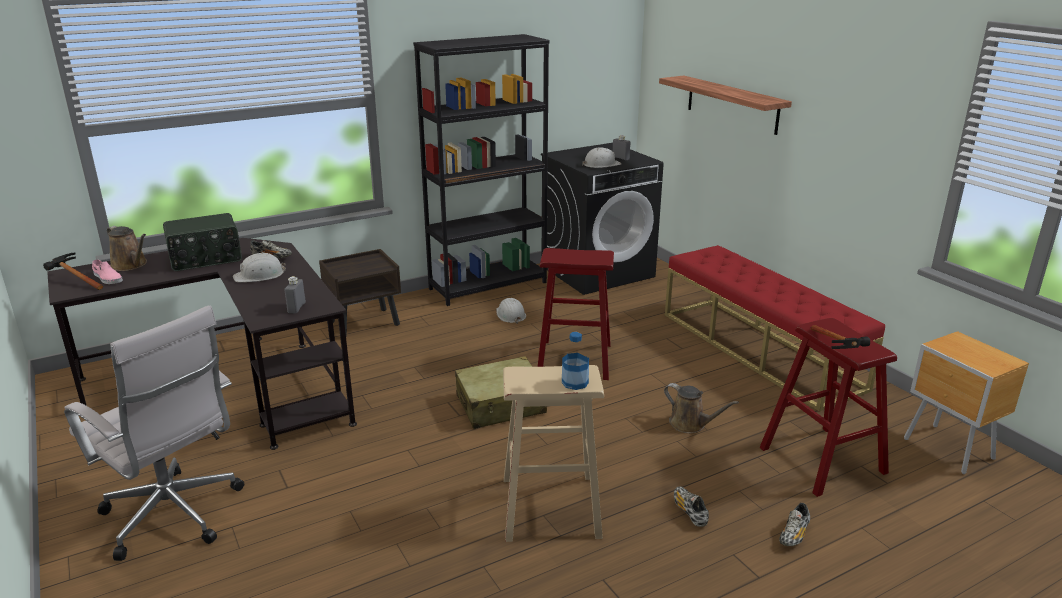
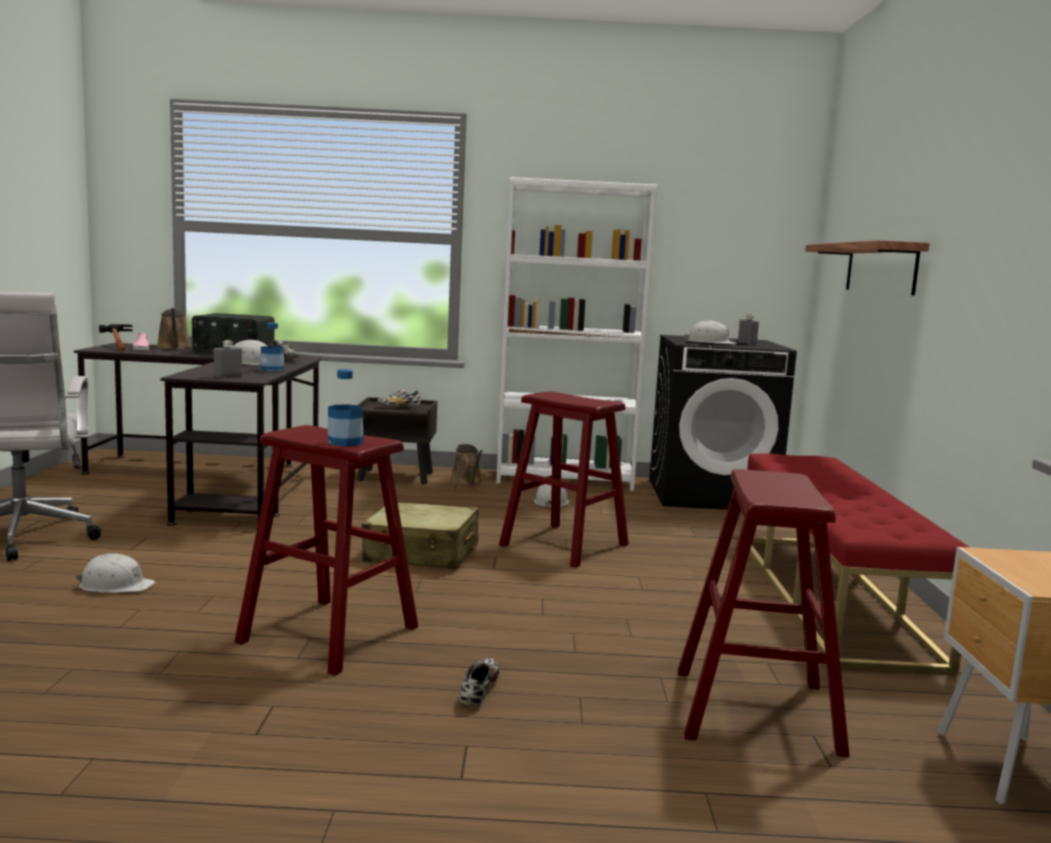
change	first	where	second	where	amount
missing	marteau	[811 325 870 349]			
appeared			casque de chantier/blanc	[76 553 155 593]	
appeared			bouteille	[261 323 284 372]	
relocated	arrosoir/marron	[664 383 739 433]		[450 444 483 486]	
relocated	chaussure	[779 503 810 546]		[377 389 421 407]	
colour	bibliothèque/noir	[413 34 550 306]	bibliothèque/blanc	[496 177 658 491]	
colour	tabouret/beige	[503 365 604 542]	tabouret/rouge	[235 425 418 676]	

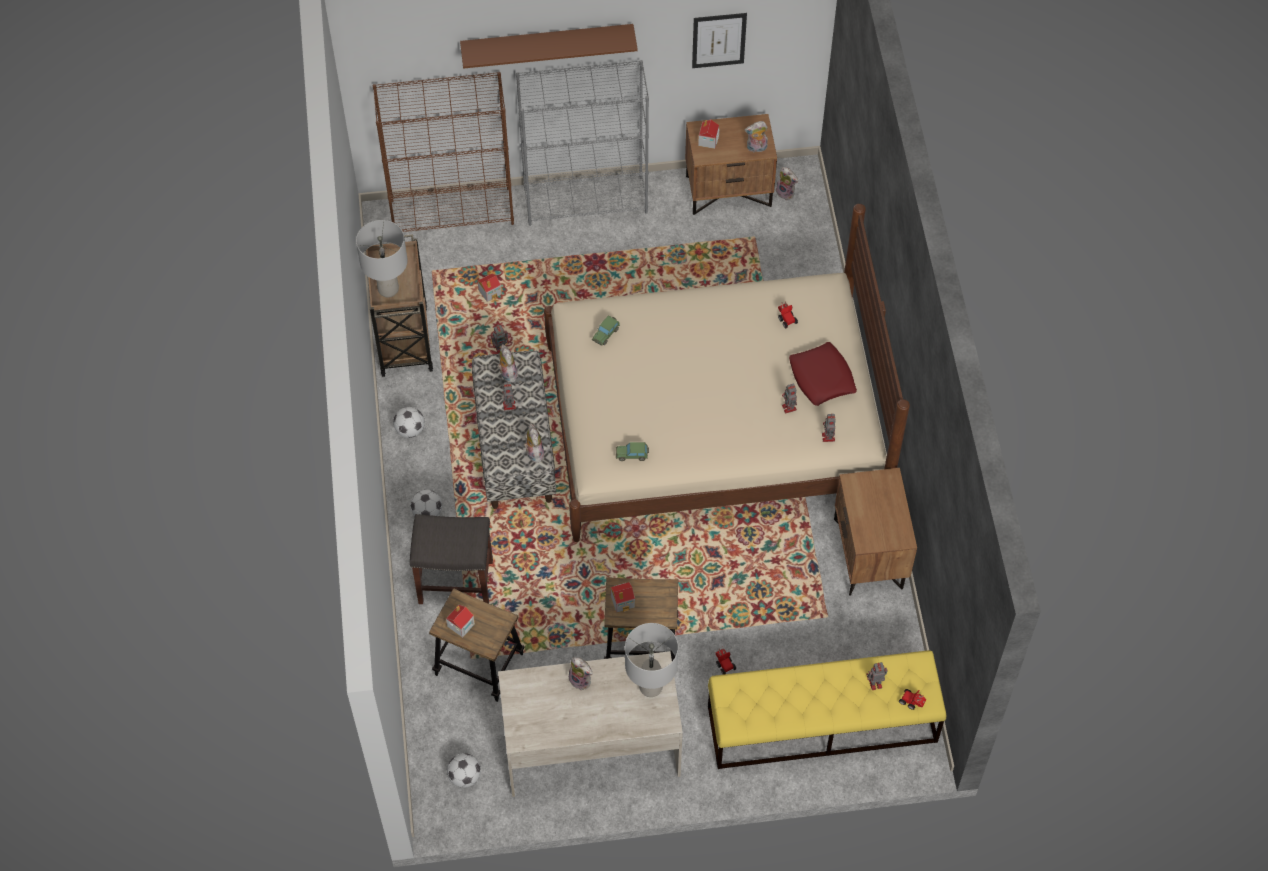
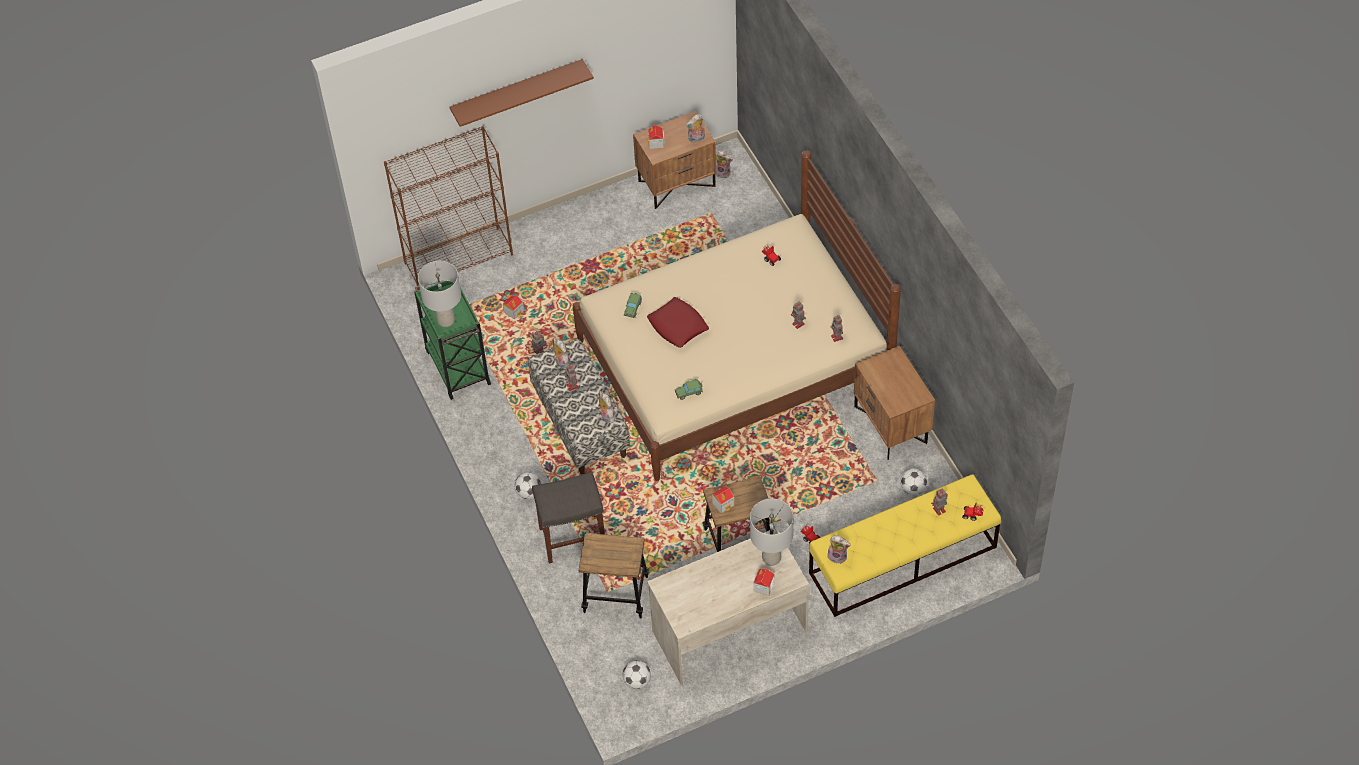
change	first	where	second	where	amount
missing	bibliothèque/gris	[516 60 649 226]			
missing	tableau	[692 13 747 68]			
relocated	ballon de foot	[393 407 425 438]		[900 468 928 495]	
relocated	maison miniature	[446 605 475 638]		[753 568 775 596]	
relocated	peluche	[569 657 593 690]		[827 535 851 564]	
relocated	coussin/rouge	[789 342 857 406]		[647 297 709 348]	
colour	chariot/marron	[366 234 433 377]	chariot/vert	[414 281 491 400]	

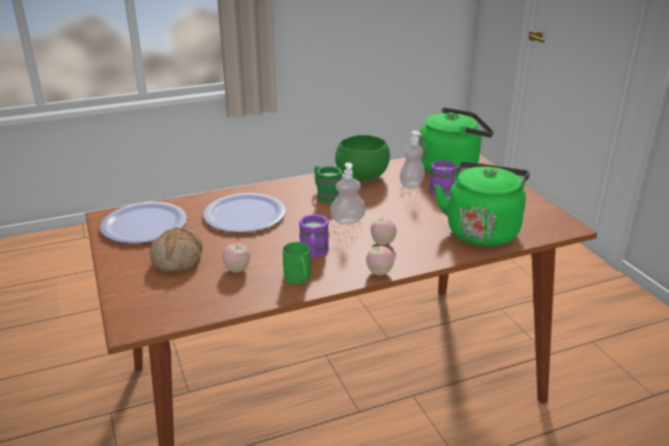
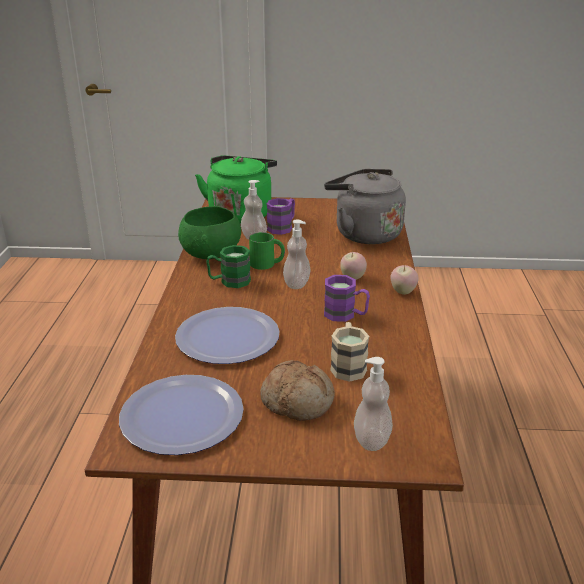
change	first	where	second	where	amount
appeared			distributeur de savon	[354 357 393 451]	
relocated	mug/vert	[283 242 311 284]		[249 232 285 270]	
exchanged	pomme	[222 243 250 272]	mug/beige	[330 322 369 382]	
colour	bouilloire/vert	[434 161 530 246]	bouilloire/gris	[324 169 406 244]	

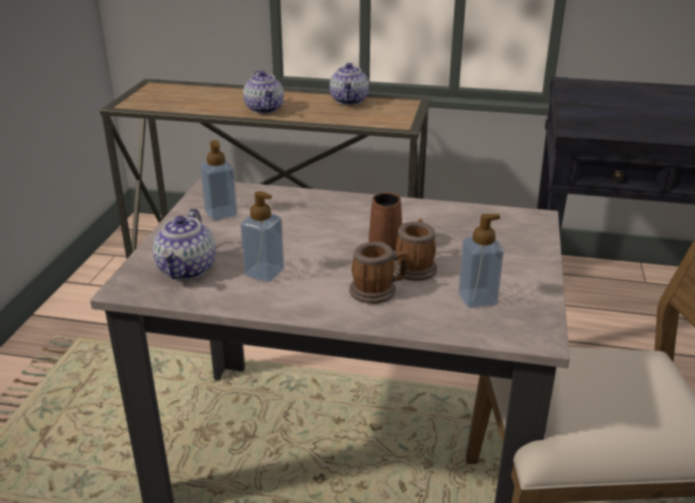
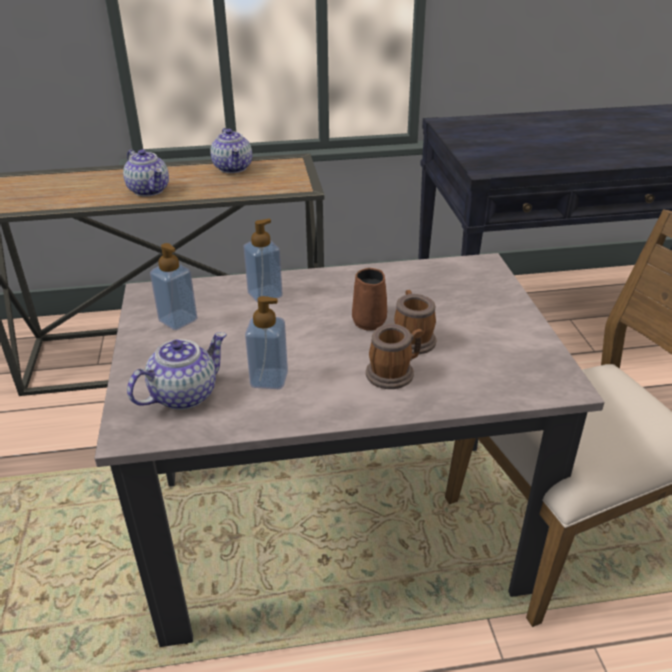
change	first	where	second	where	amount
relocated	distributeur de savon	[458 214 504 308]		[243 219 283 303]	
spun	théière	[153 208 216 279]		[127 332 227 410]	120 degrees counterclockwise

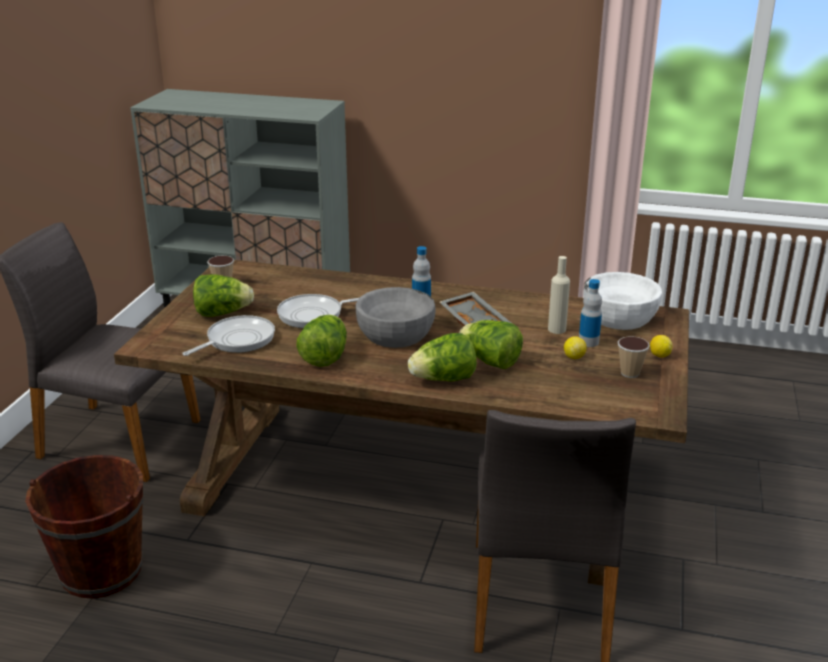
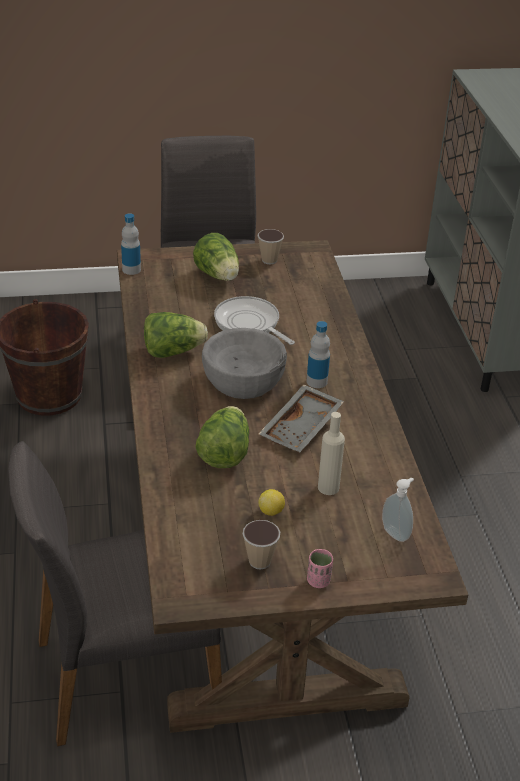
change	first	where	second	where	amount
missing	poêle	[183 315 275 356]			
missing	laitue	[408 333 477 382]			
relocated	bouteille	[579 279 602 347]		[121 213 141 275]	
exchanged	bol/blanc	[583 272 662 330]	distributeur de savon	[382 477 414 542]	
exchanged	citron	[650 335 672 358]	tasse/rose	[307 549 333 588]	

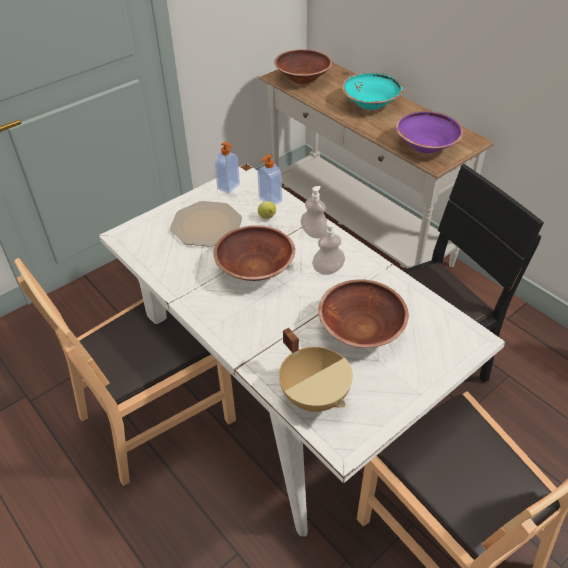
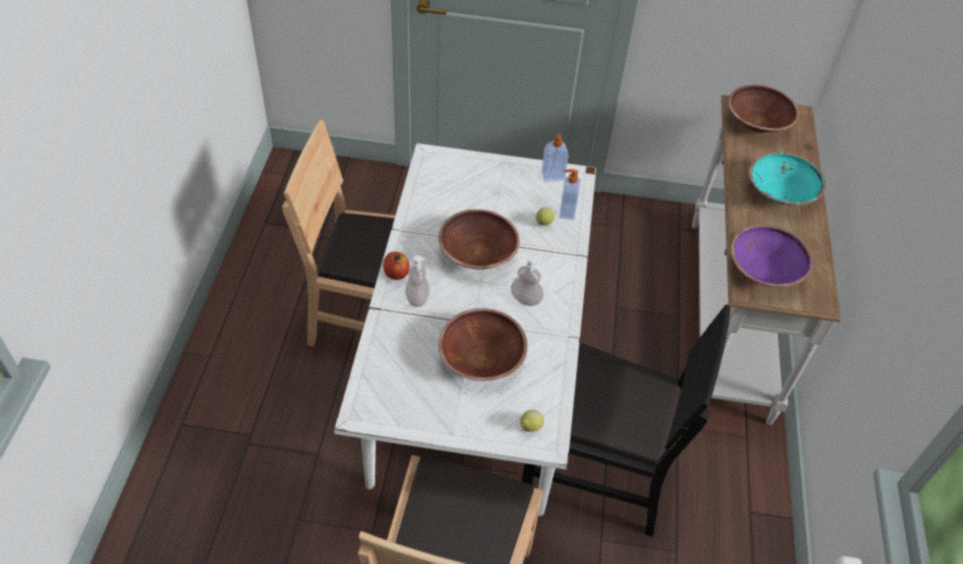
change	first	where	second	where	amount
missing	assiette	[170 201 242 247]			
missing	marmite/beige	[279 328 353 412]			
appeared			pomme	[383 251 410 280]	
appeared			citron	[520 410 544 432]	
relocated	distributeur de savon	[301 186 328 239]		[405 255 430 307]	

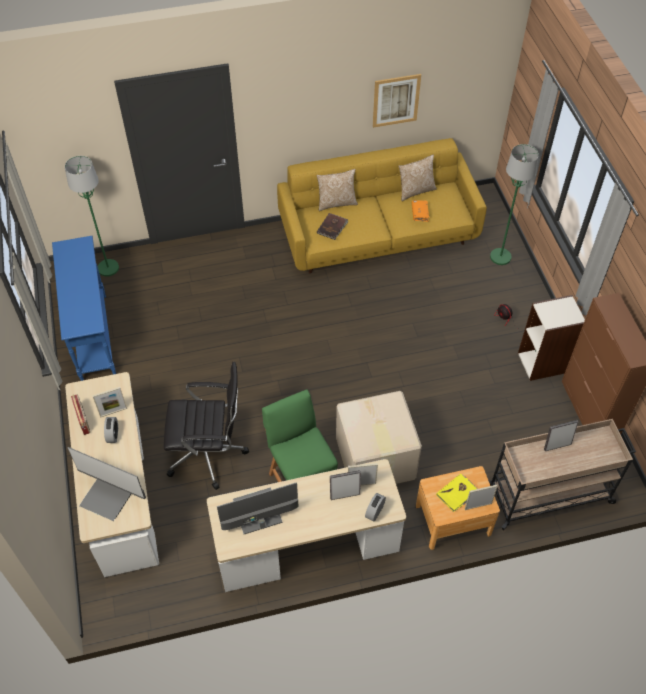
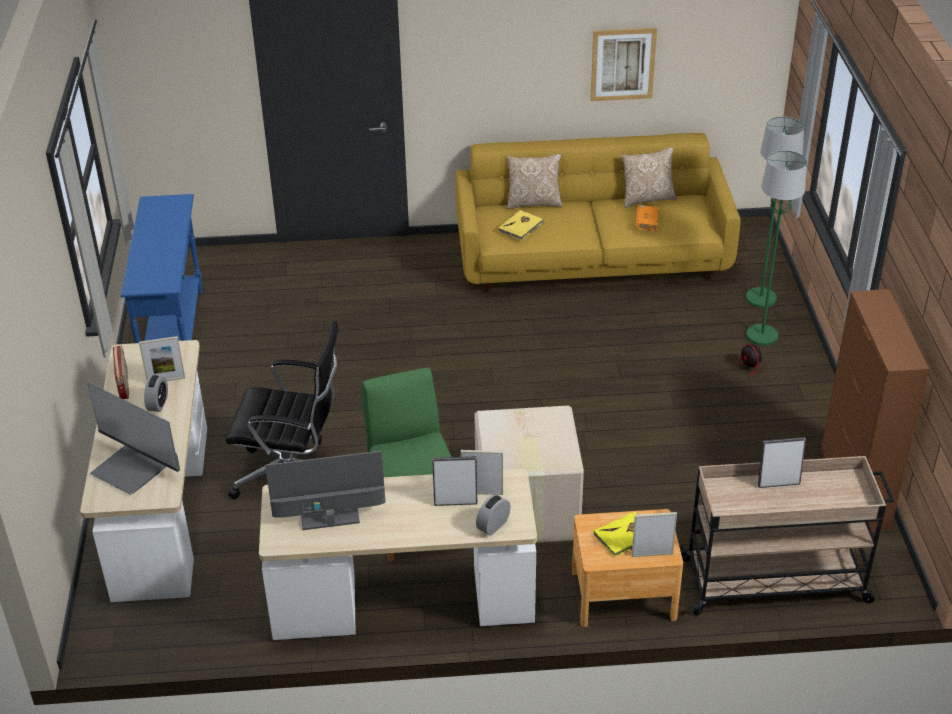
change	first	where	second	where	amount
missing	bibliothèque	[518 295 585 381]			
relocated	lampadaire/vert	[65 156 119 277]		[746 150 807 346]	
colour	livre/marron	[317 213 349 240]	livre/jaune	[498 210 545 241]	

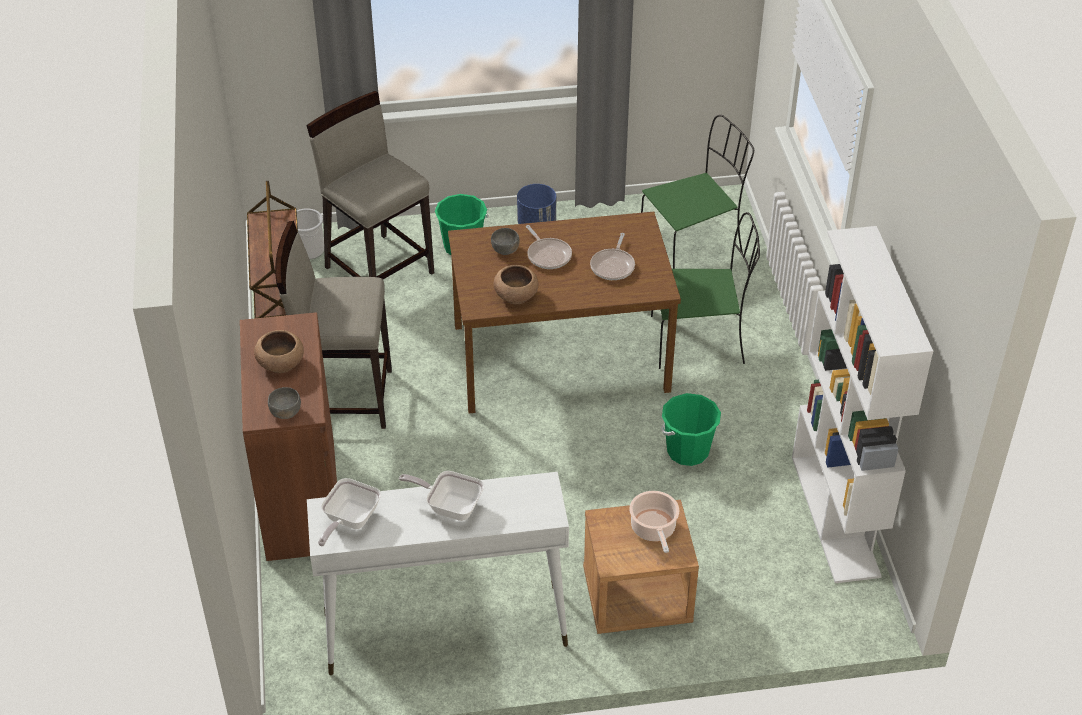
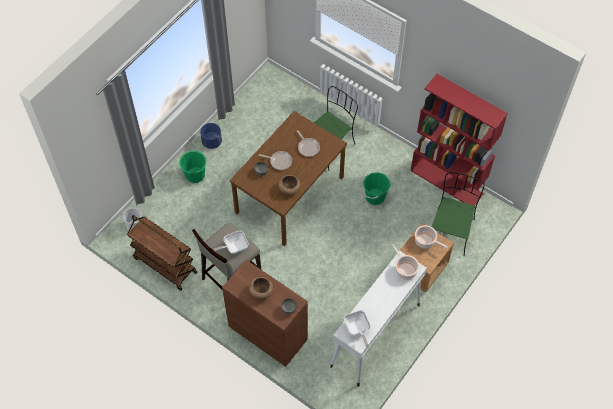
change	first	where	second	where	amount
missing	tabouret/beige	[306 91 434 279]			
appeared			marmite	[392 244 419 280]	
relocated	poêle	[399 471 485 521]		[214 230 249 254]	
relocated	chaise/vert	[641 115 754 269]		[432 172 485 256]	
colour	bibliothèque/blanc	[792 226 933 583]	bibliothèque/rouge	[411 74 508 206]	

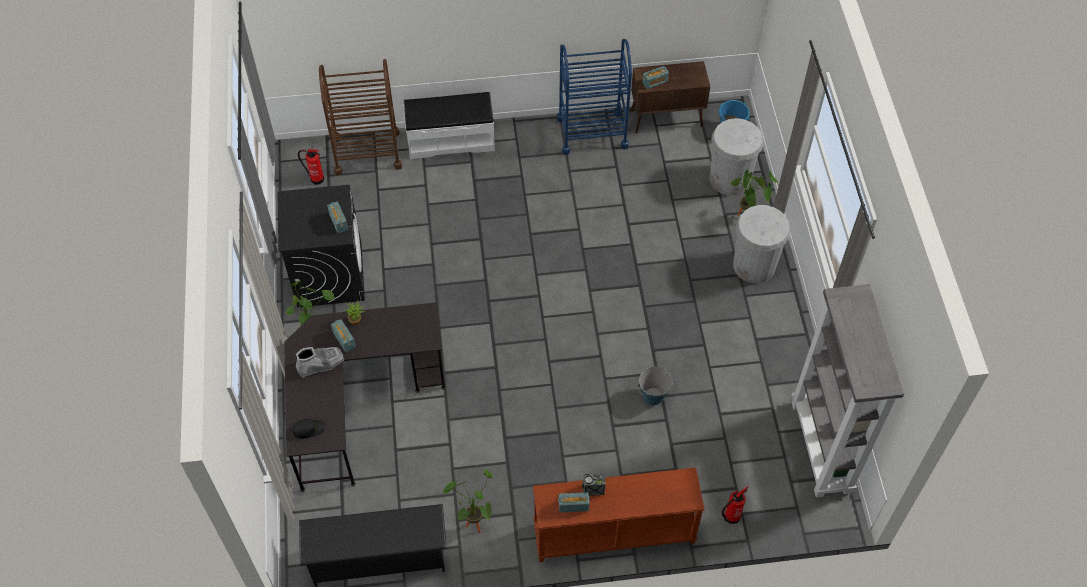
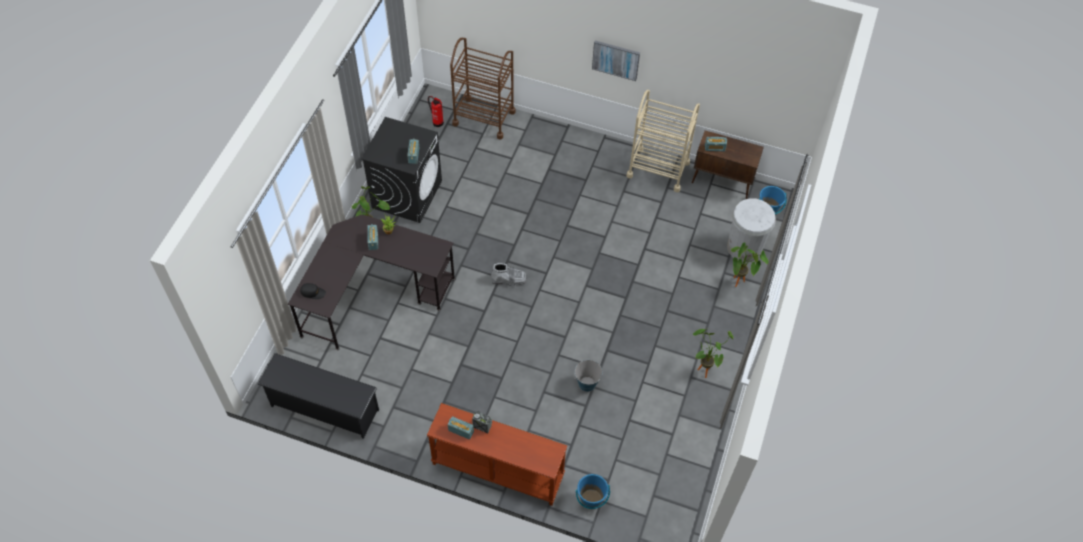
change	first	where	second	where	amount
missing	banc/blanc	[404 92 495 159]			
missing	poubelle/blanc	[733 205 790 283]			
missing	bibliothèque/gris	[791 284 904 498]			
appeared			tableau	[592 40 640 81]	
relocated	botte/gris	[295 347 344 379]		[491 263 527 286]	
relocated	plante en pot	[443 469 494 533]		[693 329 734 378]	
exchanged	extincteur	[722 486 748 524]	seau/bleu	[576 474 610 509]	
colour	chariot/bleu	[557 39 632 155]	chariot/beige	[627 90 700 192]	

